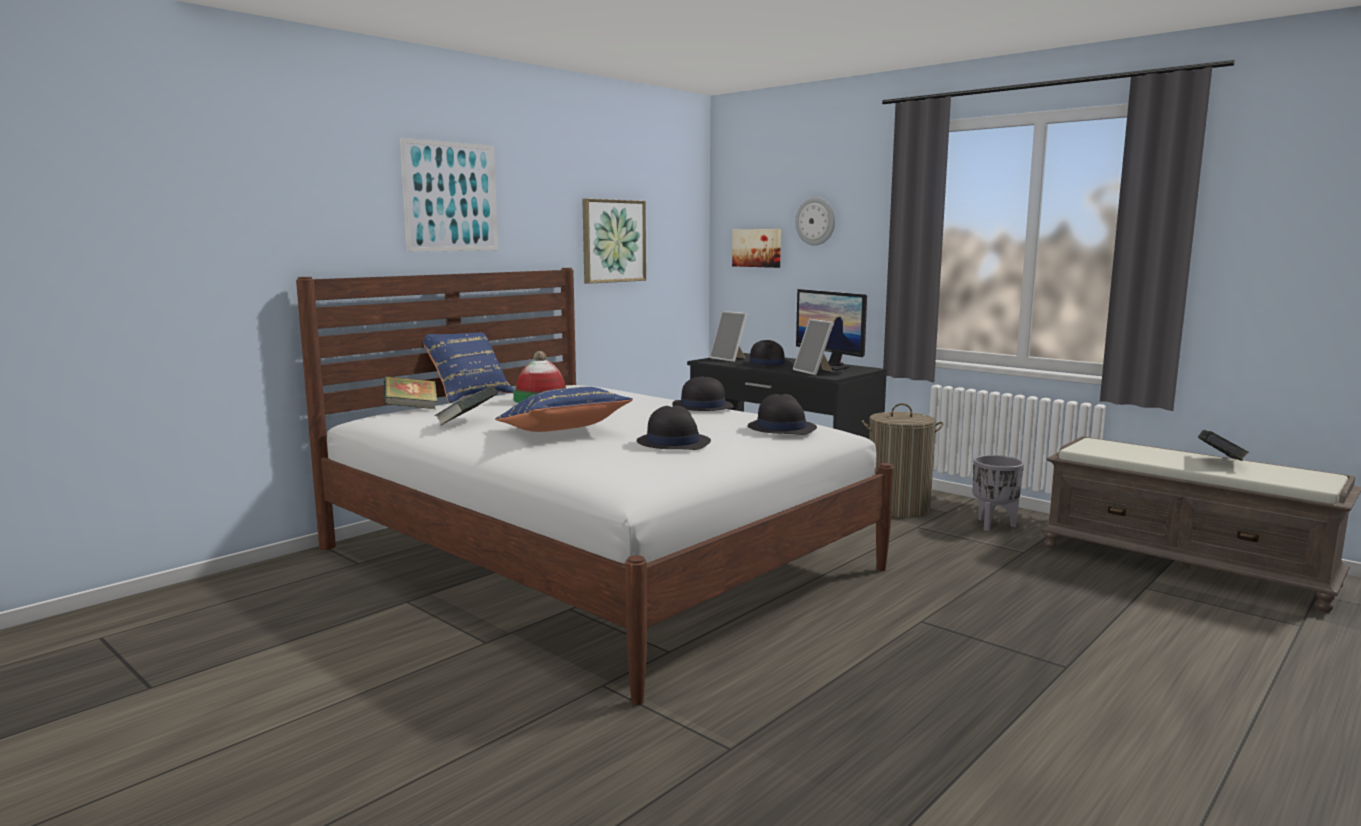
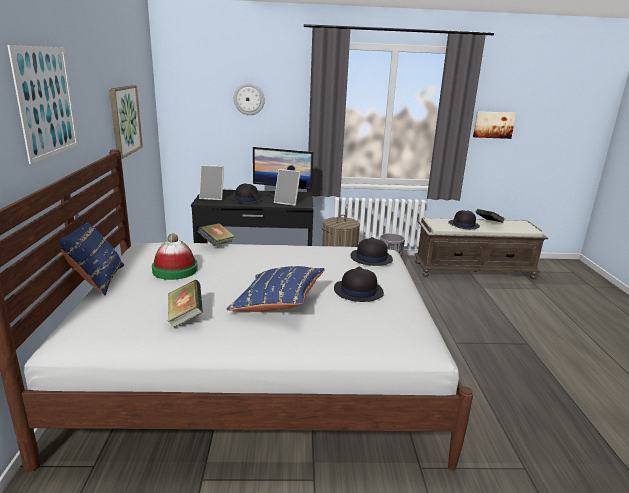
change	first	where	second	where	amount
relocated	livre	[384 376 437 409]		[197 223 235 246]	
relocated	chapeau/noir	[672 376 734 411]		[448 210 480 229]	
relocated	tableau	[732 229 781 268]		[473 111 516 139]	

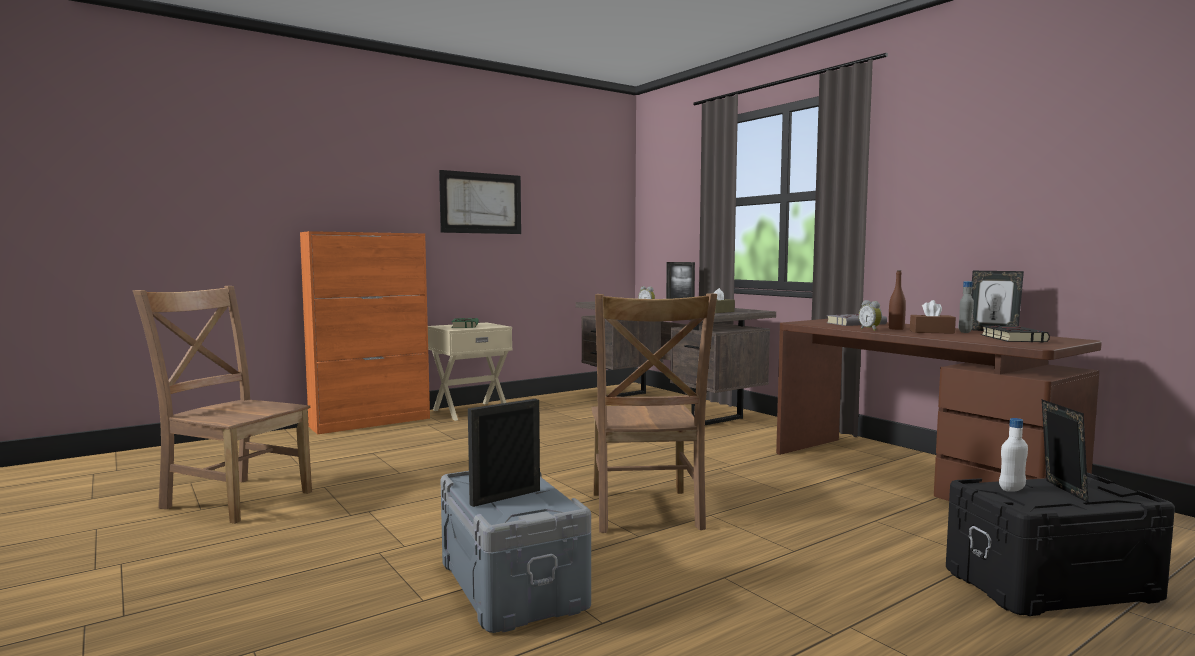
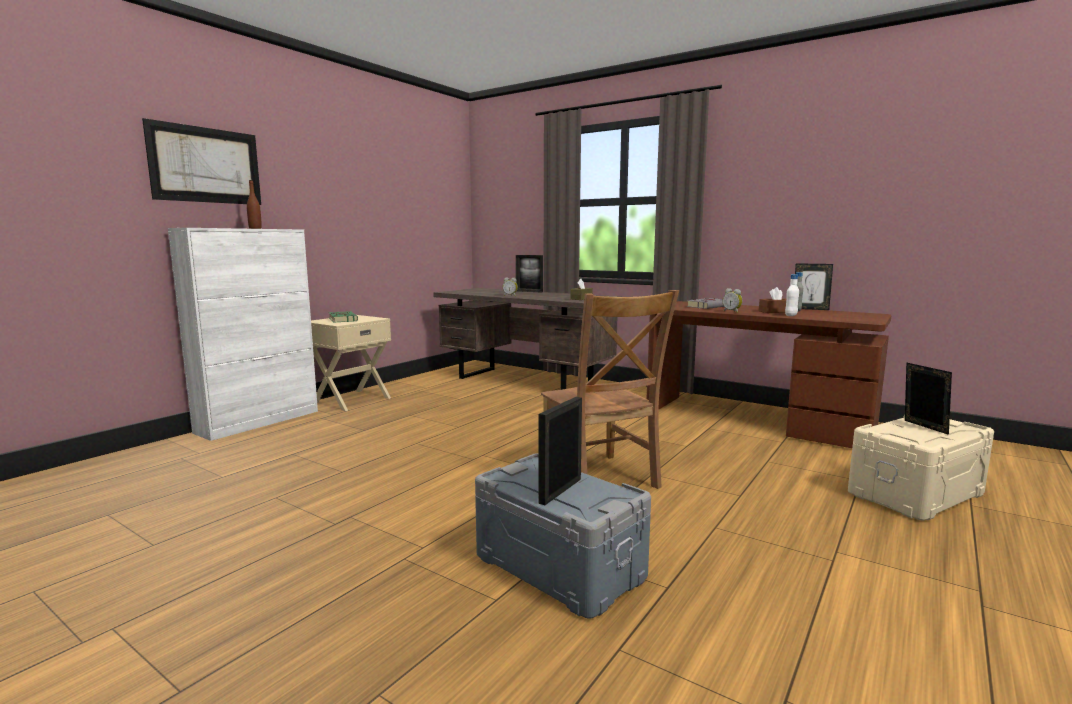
change	first	where	second	where	amount
missing	chaise/marron	[133 286 312 524]			
missing	livre/noir	[981 325 1050 342]			
relocated	tableau	[439 170 521 234]		[142 118 261 205]	
relocated	bouteille/marron	[888 270 906 330]		[247 180 262 229]	
relocated	bouteille/blanc	[999 418 1028 492]		[785 274 799 316]	
colour	meuble de rangement/orange	[300 231 430 434]	meuble de rangement/blanc	[168 228 318 441]	
colour	boîte de rangement/noir	[946 473 1175 616]	boîte de rangement/beige	[848 415 994 521]	

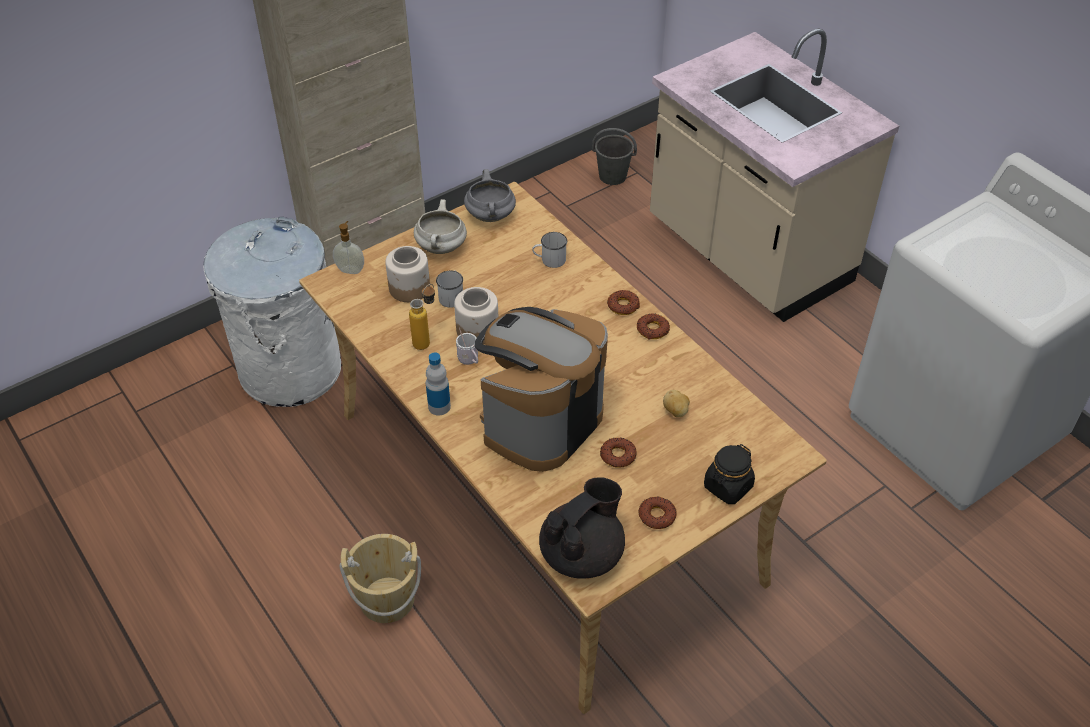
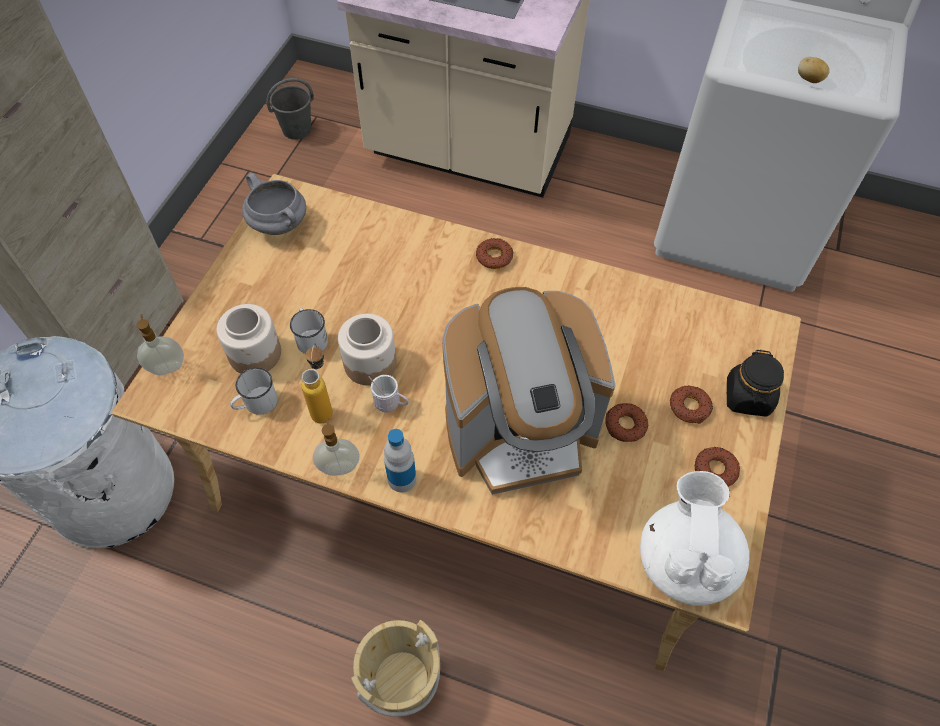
change	first	where	second	where	amount
missing	marmite/blanc	[414 199 467 254]			
appeared			distributeur de savon	[313 417 360 476]	
relocated	mug/blanc	[532 232 567 268]		[230 368 278 415]	
relocated	beignet	[637 314 670 340]		[670 385 713 424]	
relocated	pomme de terre	[663 390 690 417]		[798 57 830 83]	
colour	théière/noir	[539 477 625 579]	théière/blanc	[640 471 749 606]	
spun	machine à café	[474 307 608 472]		[442 287 616 495]	105 degrees counterclockwise

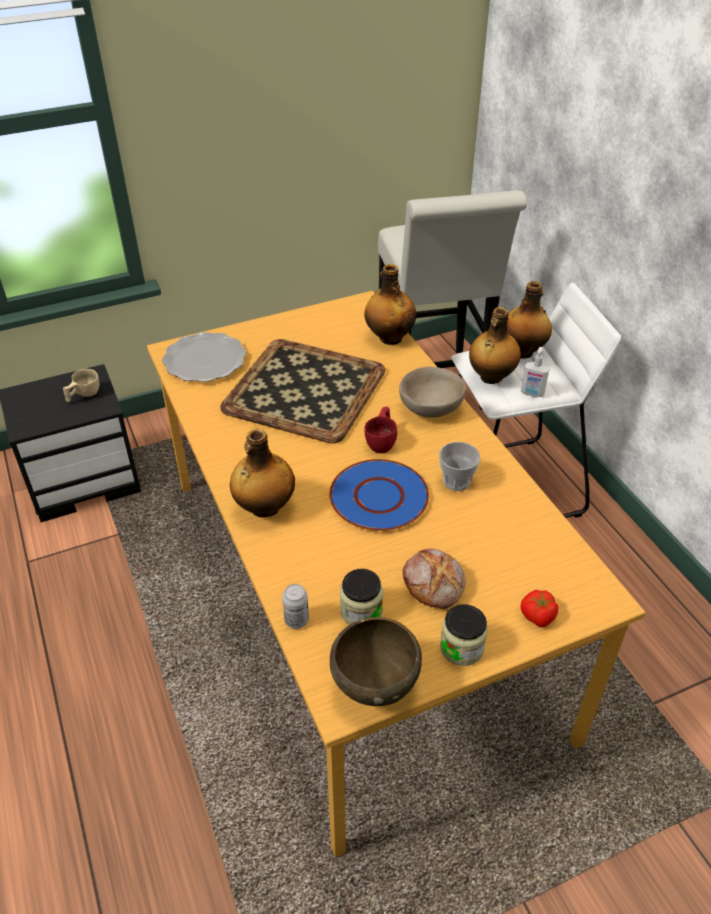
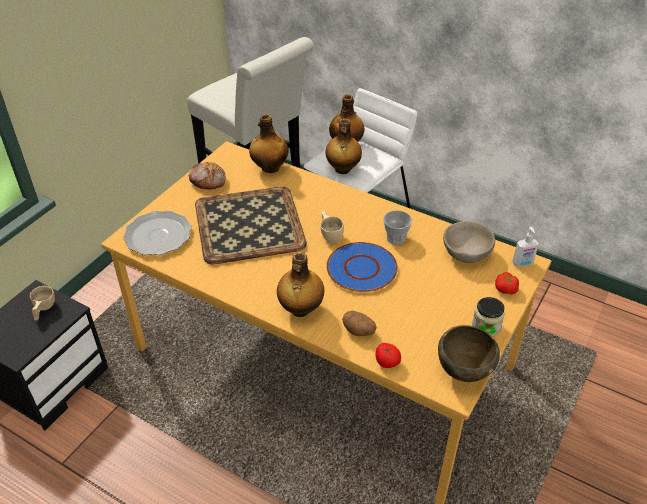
change	first	where	second	where	amount
missing	bocal	[340 569 383 625]			
appeared			pomme de terre	[342 311 377 336]	
relocated	bol/beige	[399 367 466 418]		[443 221 495 263]	
relocated	pain	[403 548 466 609]		[188 162 226 189]	
relocated	distributeur de savon	[521 347 550 397]		[512 227 539 267]	
exchanged	boîte métallique	[282 584 309 629]	tomate	[376 343 401 368]	
colour	tasse/rouge	[364 407 397 453]	tasse/beige	[320 210 344 243]	

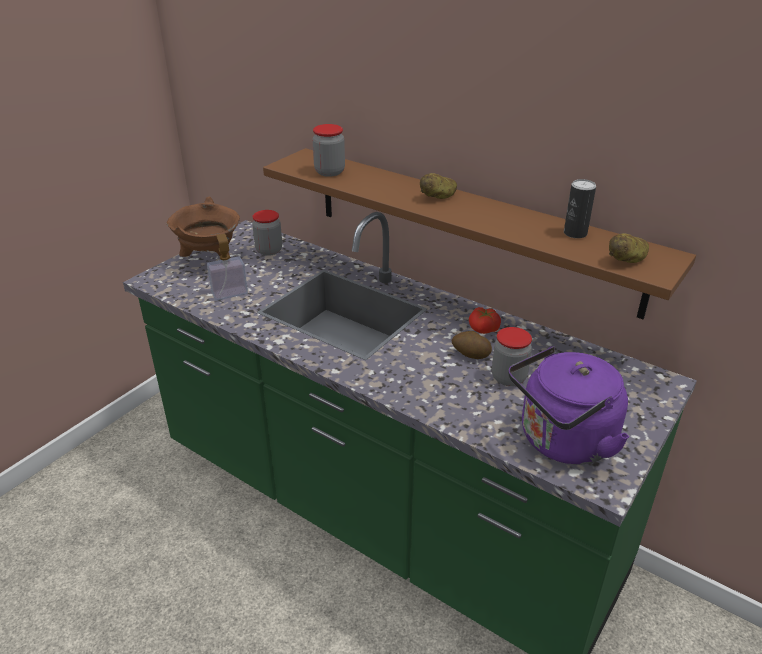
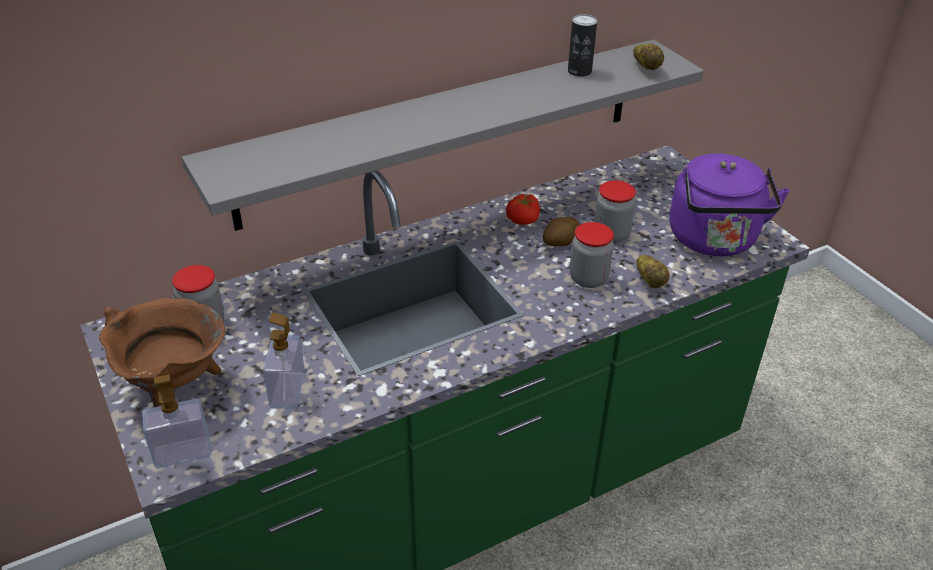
change	first	where	second	where	amount
appeared			distributeur de savon	[142 374 211 469]	
relocated	bocal	[312 124 345 177]		[570 222 614 288]	
relocated	pomme de terre	[420 173 457 199]		[636 255 670 288]	
colour	étagère/marron	[263 148 696 319]	étagère/gris	[182 39 704 231]	

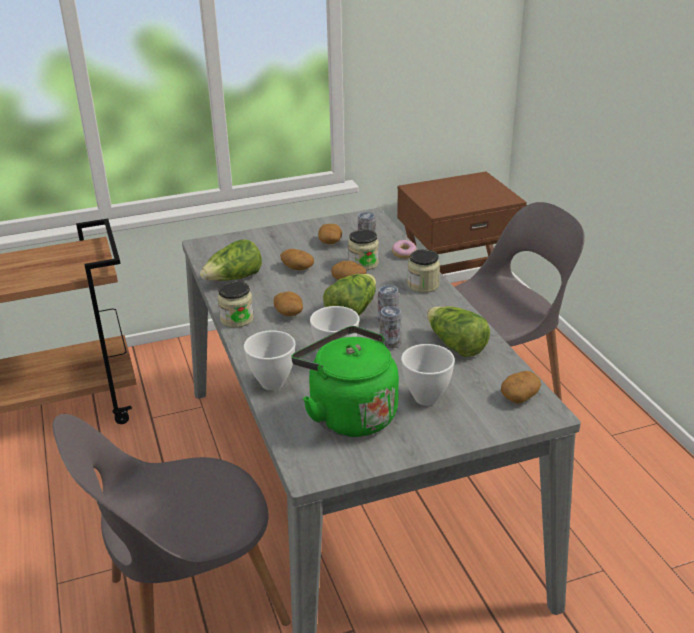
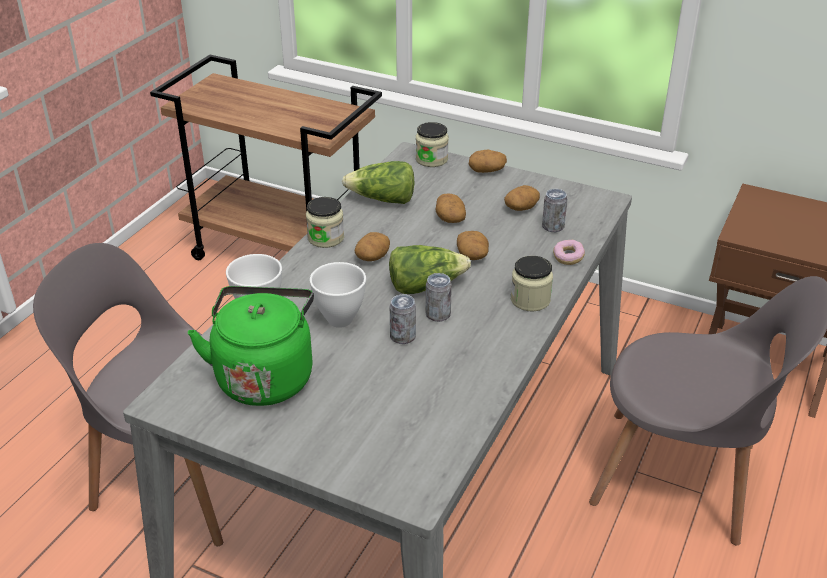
change	first	where	second	where	amount
missing	bol/blanc	[401 344 455 406]			
missing	laitue	[427 306 490 357]			
relocated	bocal	[348 229 379 270]		[416 122 449 167]	
relocated	pomme de terre	[501 371 541 404]		[469 150 507 173]	

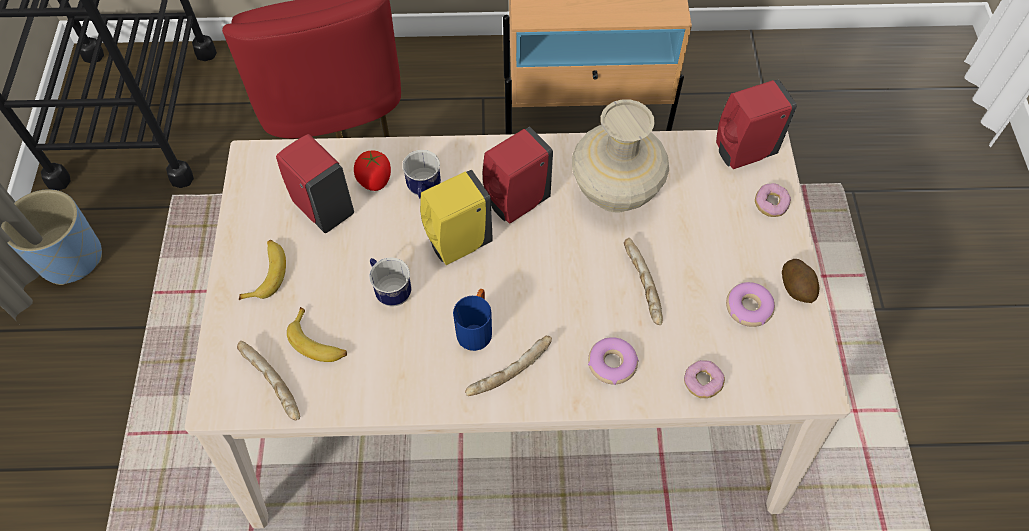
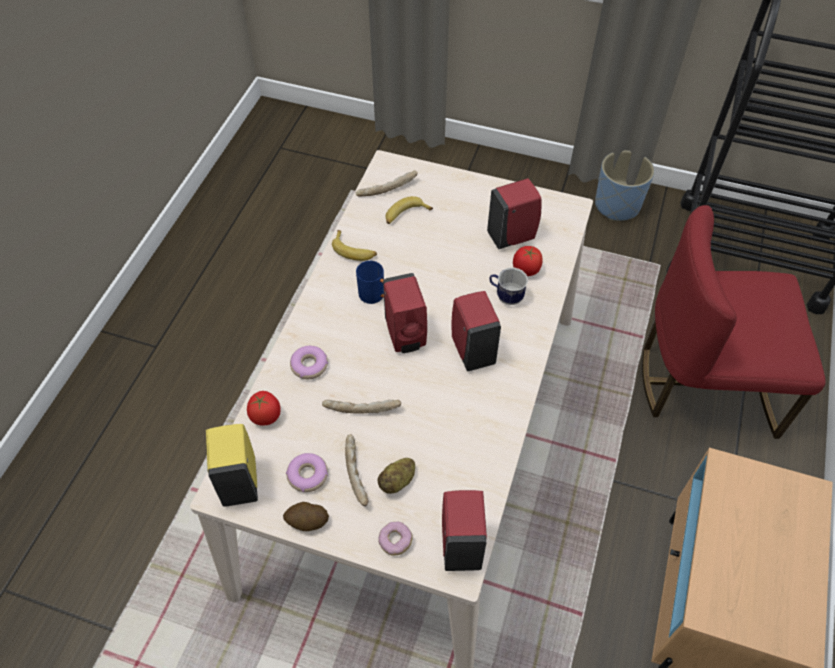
change	first	where	second	where	amount
missing	mug	[369 257 412 307]			
missing	vase/beige	[572 99 669 212]			
appeared			pomme de terre	[377 458 415 494]	
appeared			distributeur de savon/rouge	[383 273 427 353]	
relocated	banane	[239 240 286 300]		[332 230 377 261]	
relocated	distributeur de savon/jaune	[420 170 493 265]		[206 424 258 507]	
relocated	pain	[465 336 552 396]		[345 434 368 506]	
exchanged	beignet	[684 360 725 398]	tomate	[247 391 281 426]	

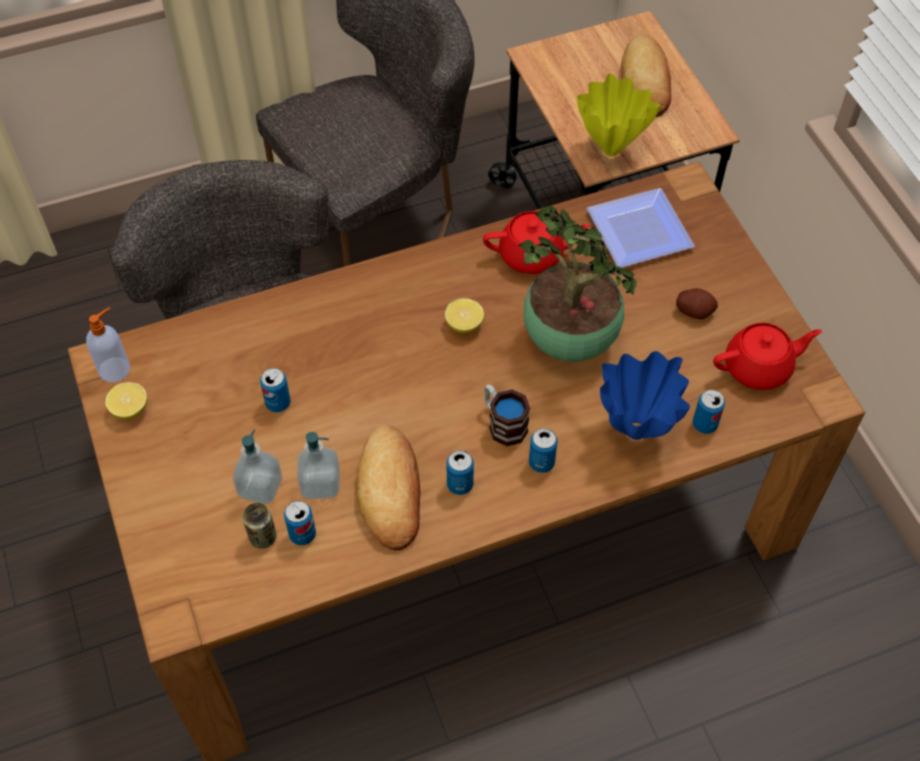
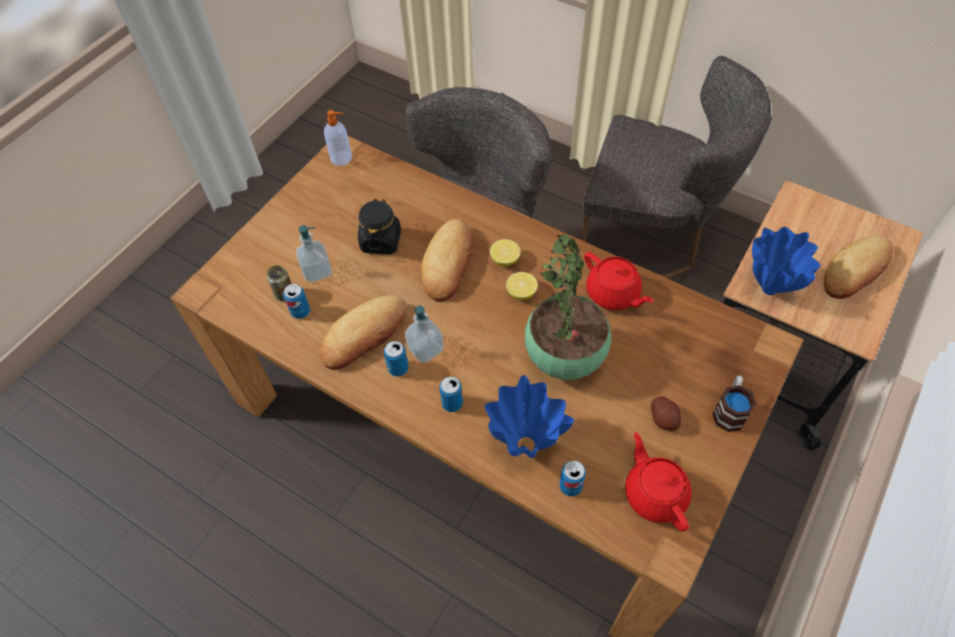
change	first	where	second	where	amount
missing	assiette	[587 188 695 268]			
appeared			pain	[421 219 472 302]	
relocated	citron	[105 382 147 420]		[490 239 521 266]	
relocated	distributeur de savon	[297 432 340 499]		[405 306 444 363]	
relocated	mug	[484 384 530 446]		[712 376 757 432]	
exchanged	boîte métallique	[260 368 291 412]	bocal/noir	[358 199 401 254]	
colour	vase/jaune	[577 73 660 157]	vase/bleu	[752 227 821 295]	
spun	théière/rouge	[713 323 822 390]		[625 432 692 531]	150 degrees counterclockwise

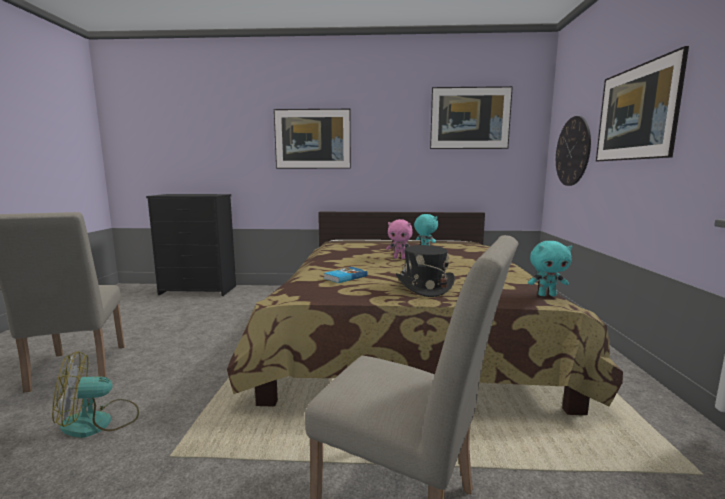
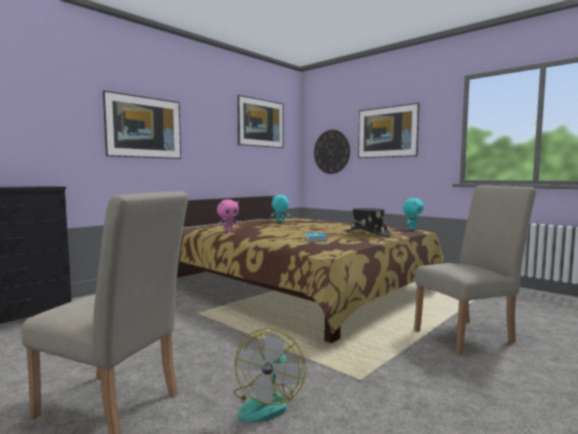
change	first	where	second	where	amount
relocated	peluche/rose	[386 219 413 259]		[217 199 239 233]	

